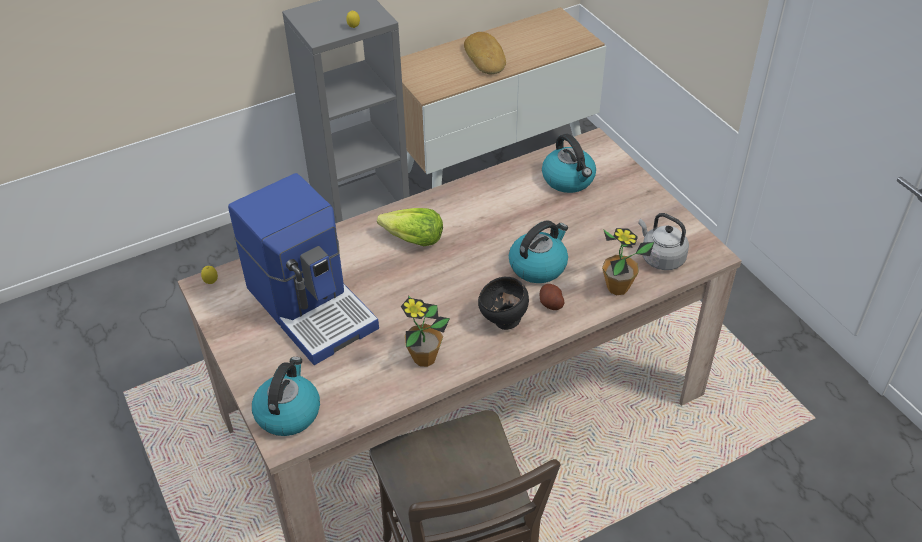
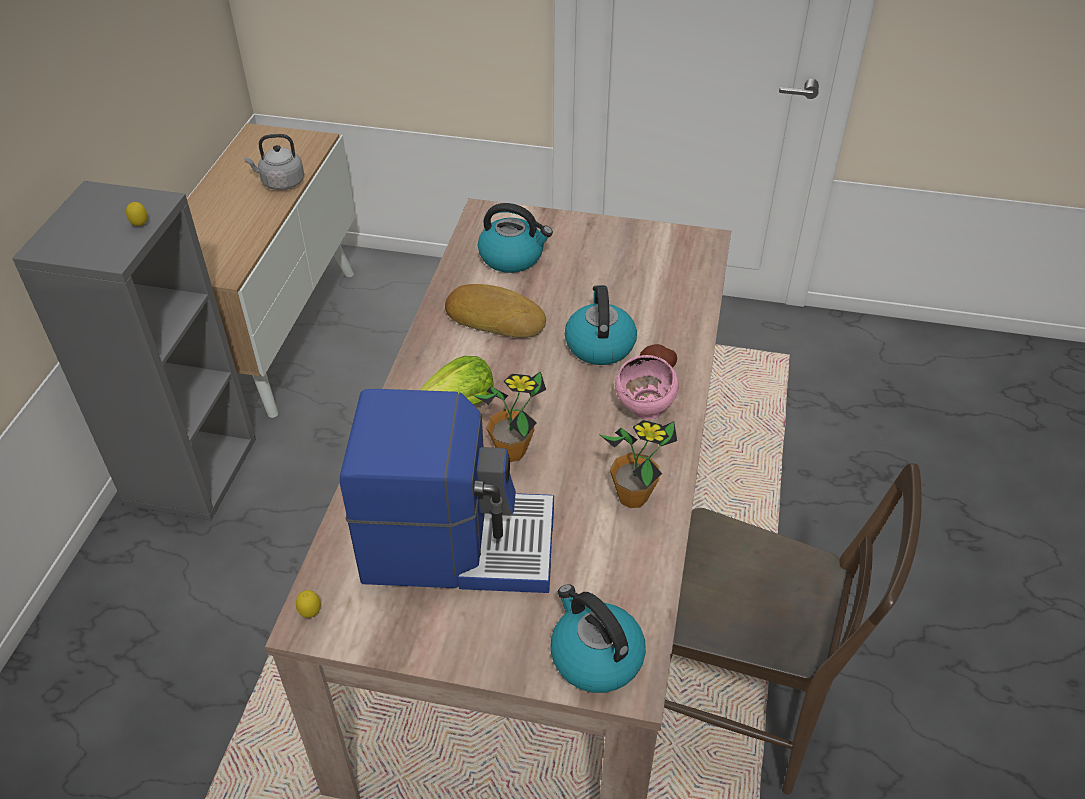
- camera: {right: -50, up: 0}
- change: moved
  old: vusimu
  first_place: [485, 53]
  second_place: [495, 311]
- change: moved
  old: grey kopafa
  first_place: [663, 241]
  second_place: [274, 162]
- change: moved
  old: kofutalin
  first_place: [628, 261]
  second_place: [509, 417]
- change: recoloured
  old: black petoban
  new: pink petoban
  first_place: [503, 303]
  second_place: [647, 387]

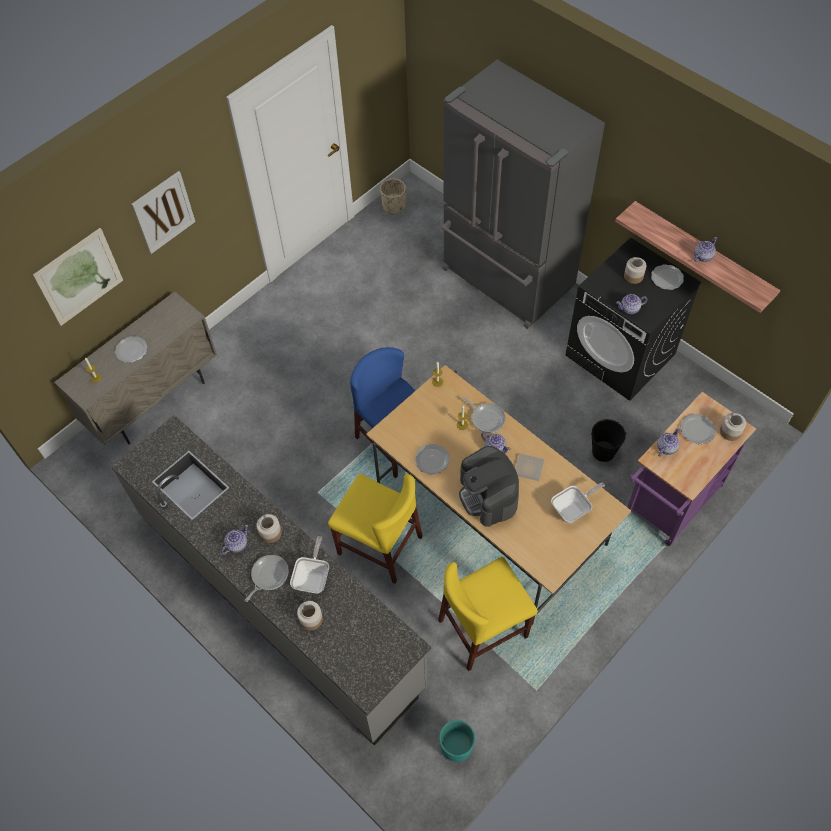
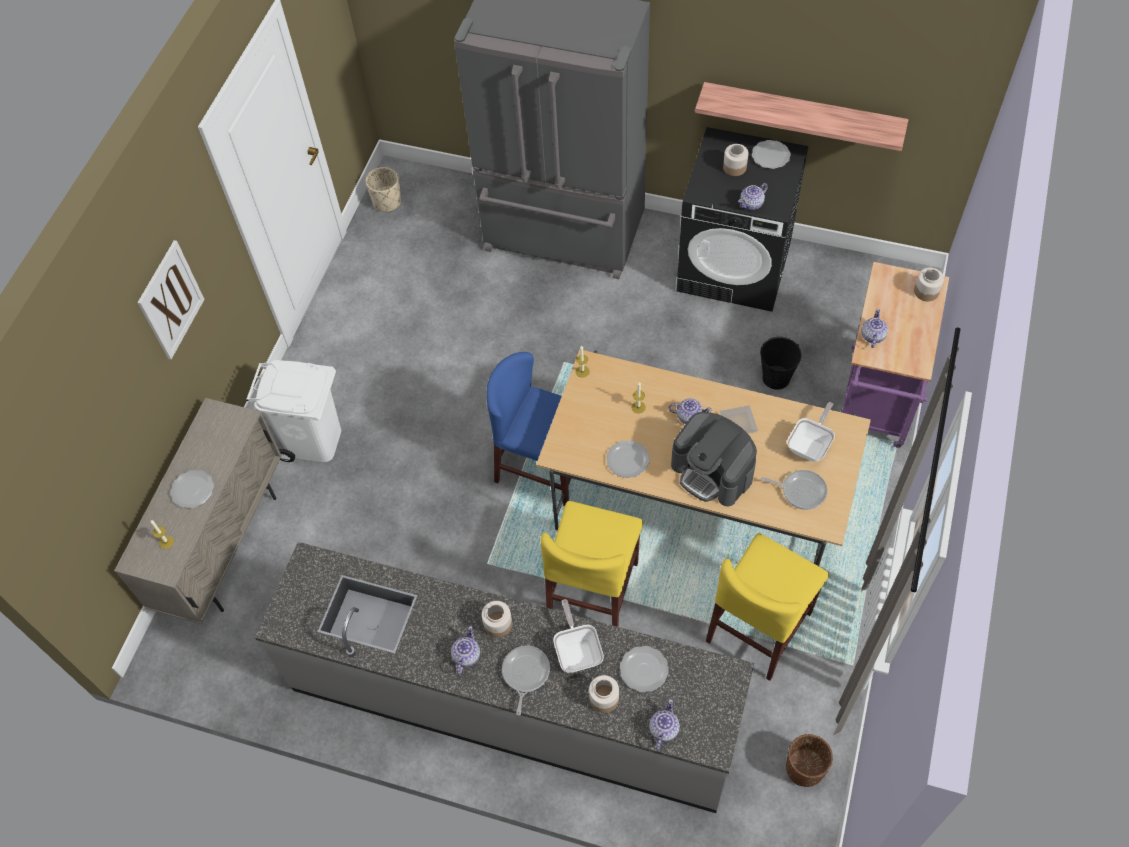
- camera: {right: -25, up: 0}
- change: removed
  old: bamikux
  first_place: [78, 277]
- change: moved
  old: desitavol
  first_place: [705, 249]
  second_place: [664, 724]
- change: moved
  old: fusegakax
  first_place: [484, 415]
  second_place: [794, 490]
- change: moved
  old: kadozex
  first_place: [698, 429]
  second_place: [644, 669]
- change: turned
  old: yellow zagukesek
  first_place: [375, 529]
  second_place: [592, 564]
  degrees: 105
- change: recoloured
  old: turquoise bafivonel
  new: brown bafivonel
  first_place: [457, 741]
  second_place: [809, 760]
- change: added
  new: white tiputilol
  second_place: [293, 411]

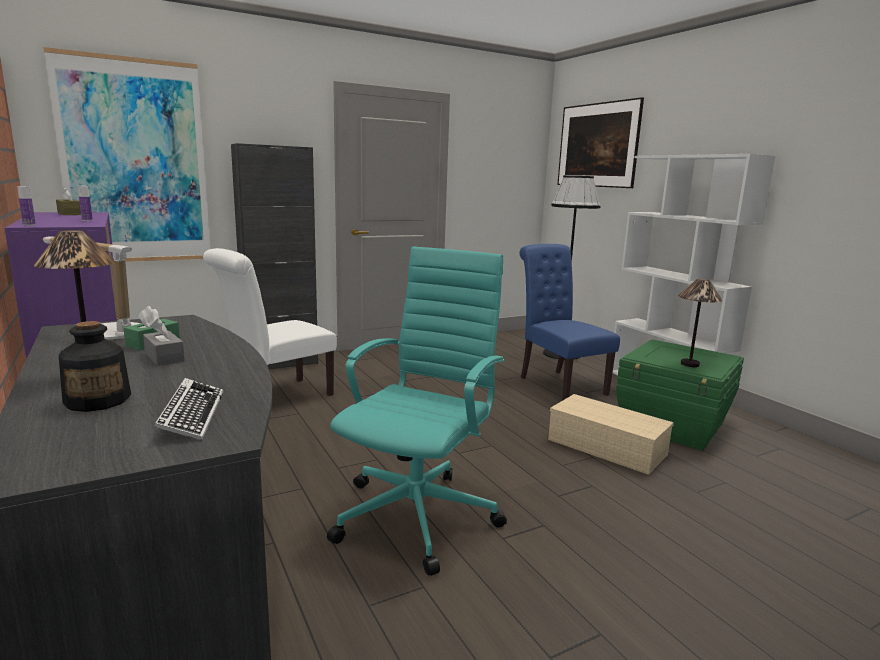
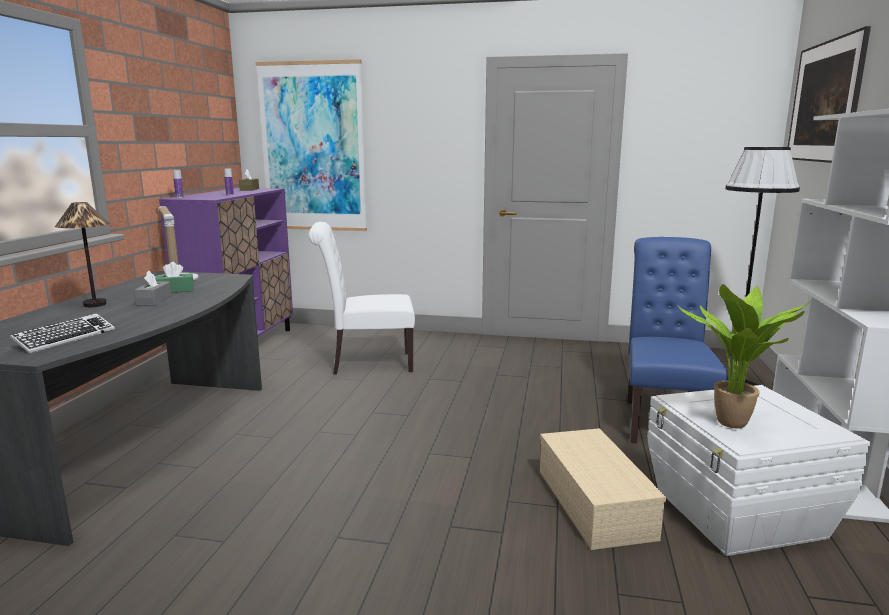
- camera: {right: 40, up: 0}
- change: removed
  old: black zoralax
  first_place: [274, 256]
- change: removed
  old: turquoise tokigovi
  first_place: [417, 411]
- change: replaced
  old: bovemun
  new: kofutalin
  first_place: [700, 323]
  second_place: [744, 356]
- change: removed
  old: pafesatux
  first_place: [95, 366]
- change: recoloured
  old: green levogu
  new: white levogu
  first_place: [680, 395]
  second_place: [758, 470]

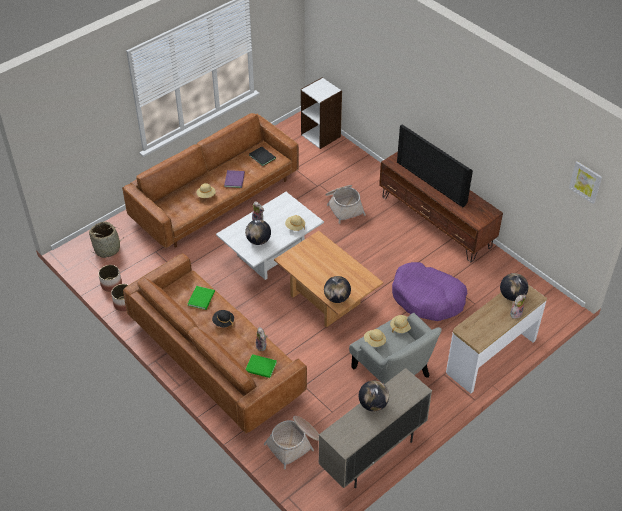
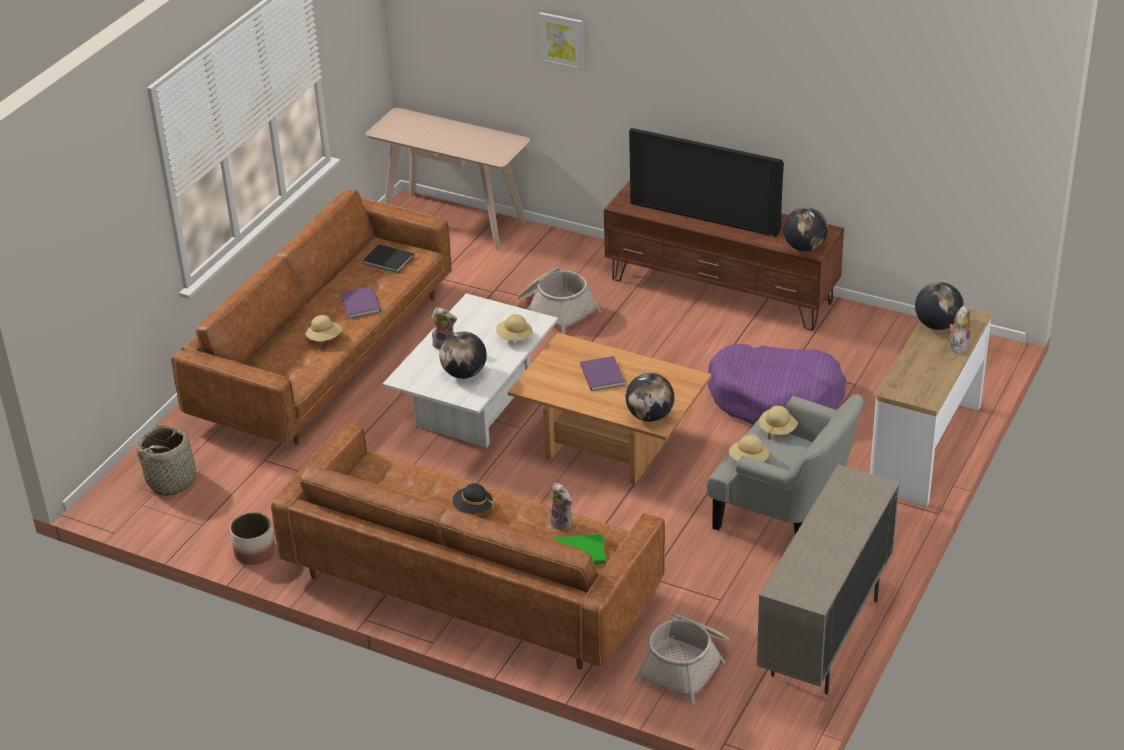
- camera: {right: -20, up: -10}
- change: replaced
  old: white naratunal
  new: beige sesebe
  first_place: [321, 113]
  second_place: [448, 179]
- change: moved
  old: bamikux
  first_place: [585, 182]
  second_place: [561, 41]
- change: removed
  old: bafivonel
  first_place: [110, 278]
- change: removed
  old: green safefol
  first_place: [201, 298]
- change: moved
  old: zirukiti
  first_place: [374, 396]
  second_place: [805, 229]
- change: added
  new: purple safefol
  second_place: [602, 373]

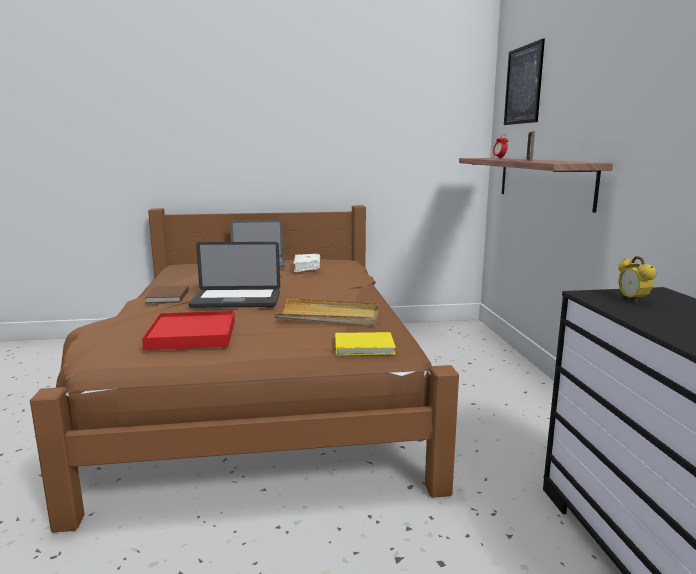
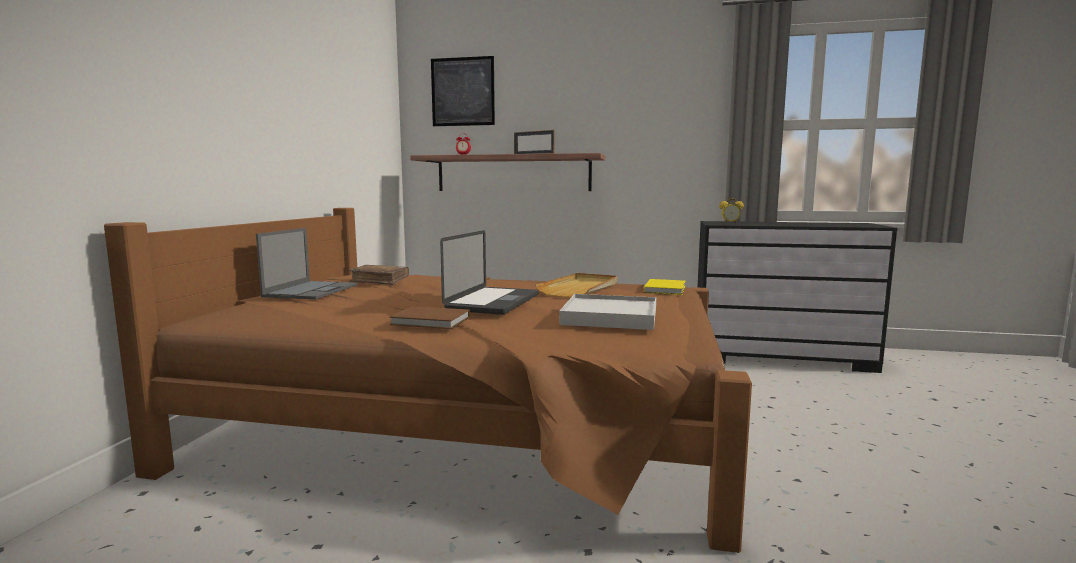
- camera: {right: -70, up: -5}
- change: recoloured
  old: white safefol
  new: brown safefol
  first_place: [306, 263]
  second_place: [379, 275]
- change: recoloured
  old: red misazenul
  new: white misazenul
  first_place: [188, 330]
  second_place: [607, 312]

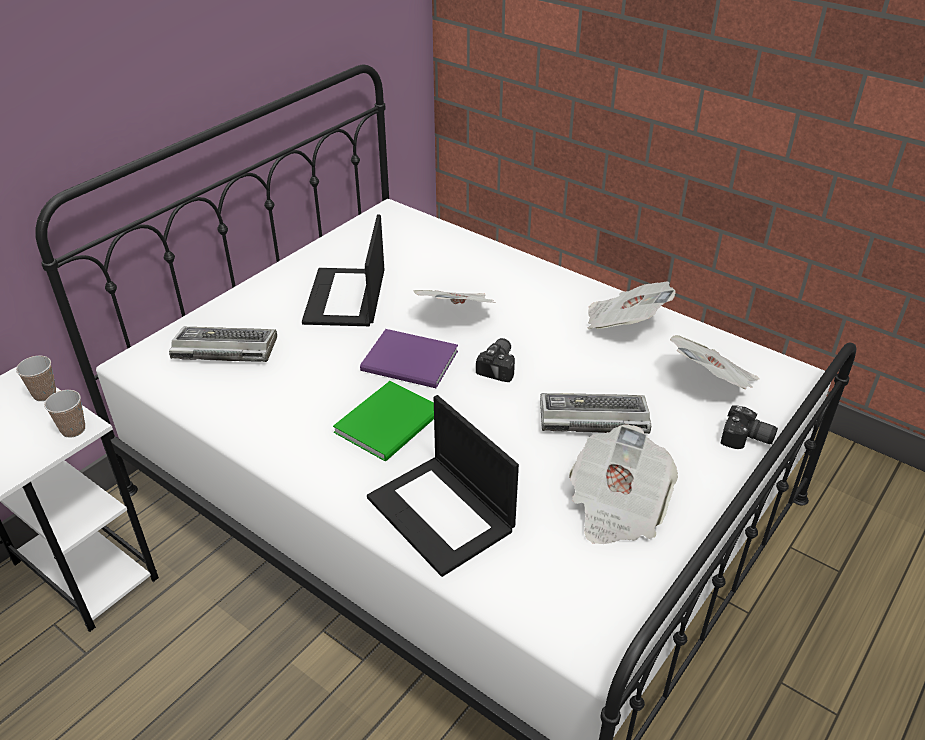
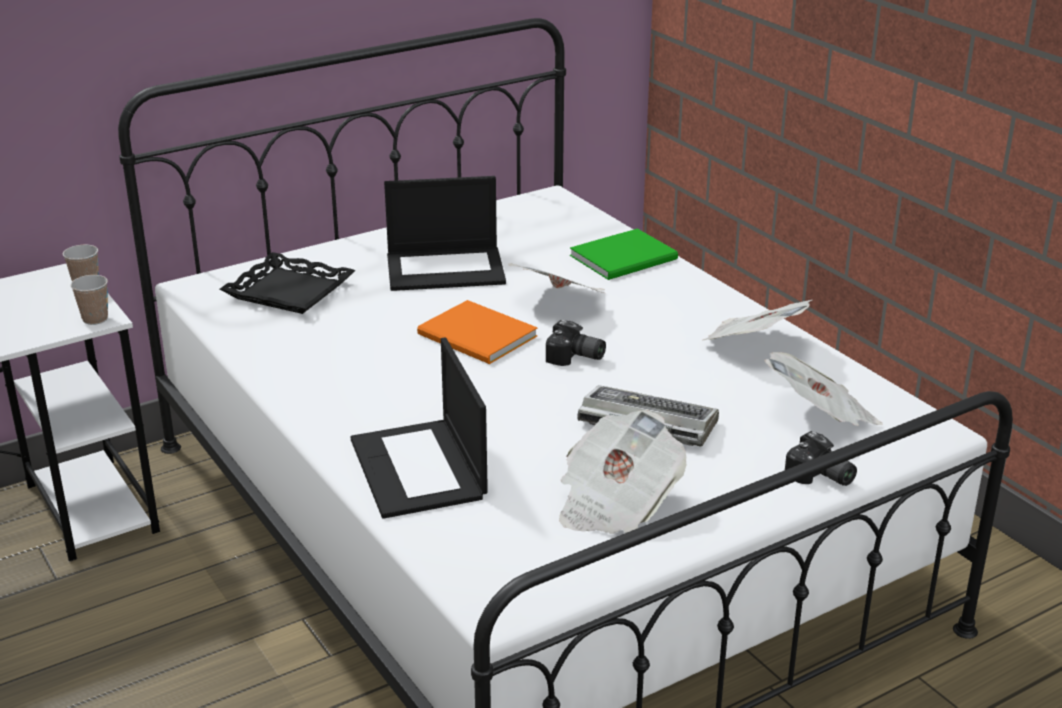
- camera: {right: 20, up: -10}
- change: turned
  old: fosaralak
  first_place: [343, 270]
  second_place: [445, 233]
  degrees: -120
- change: replaced
  old: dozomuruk
  new: black misazenul
  first_place: [223, 344]
  second_place: [288, 283]
- change: recoloured
  old: purple safefol
  new: orange safefol
  first_place: [409, 358]
  second_place: [477, 332]
- change: turned
  old: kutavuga
  first_place: [495, 360]
  second_place: [576, 343]
  degrees: 75
- change: moved
  old: green safefol
  first_place: [383, 421]
  second_place: [624, 254]

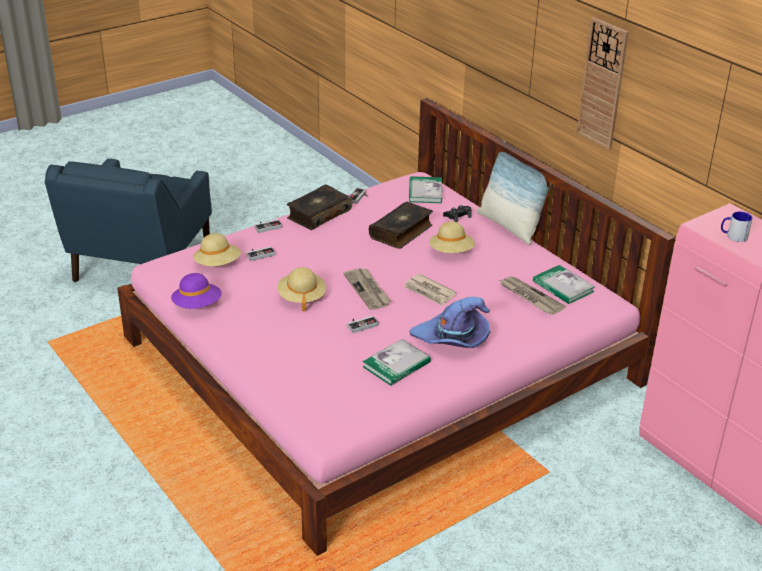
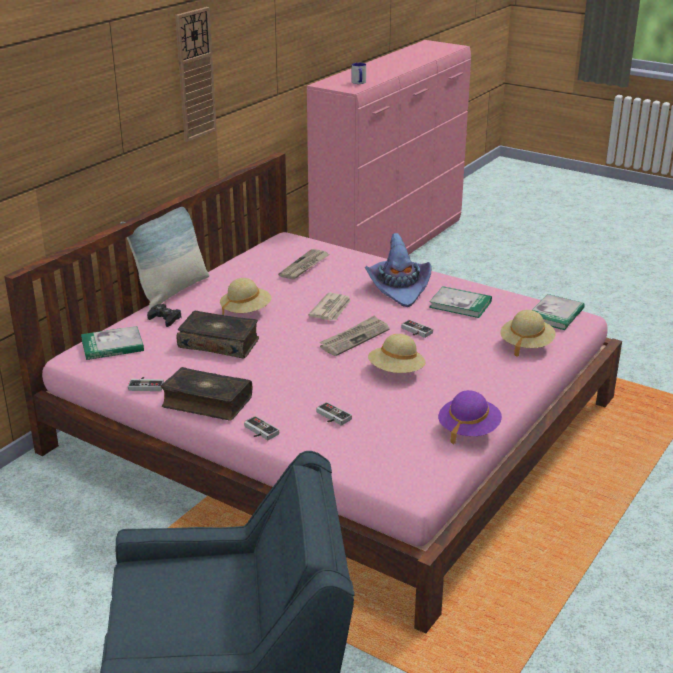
- camera: {right: -110, up: -5}
- change: moved
  old: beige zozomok
  first_place: [217, 249]
  second_place: [527, 333]
- change: moved
  old: safefol
  first_place: [564, 284]
  second_place: [558, 312]

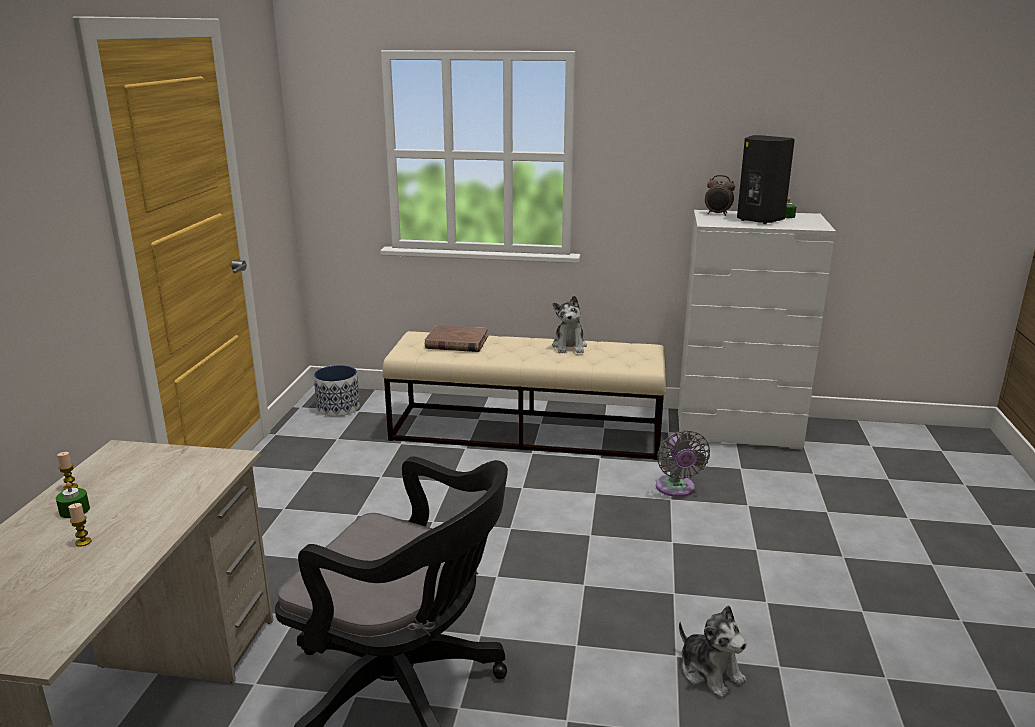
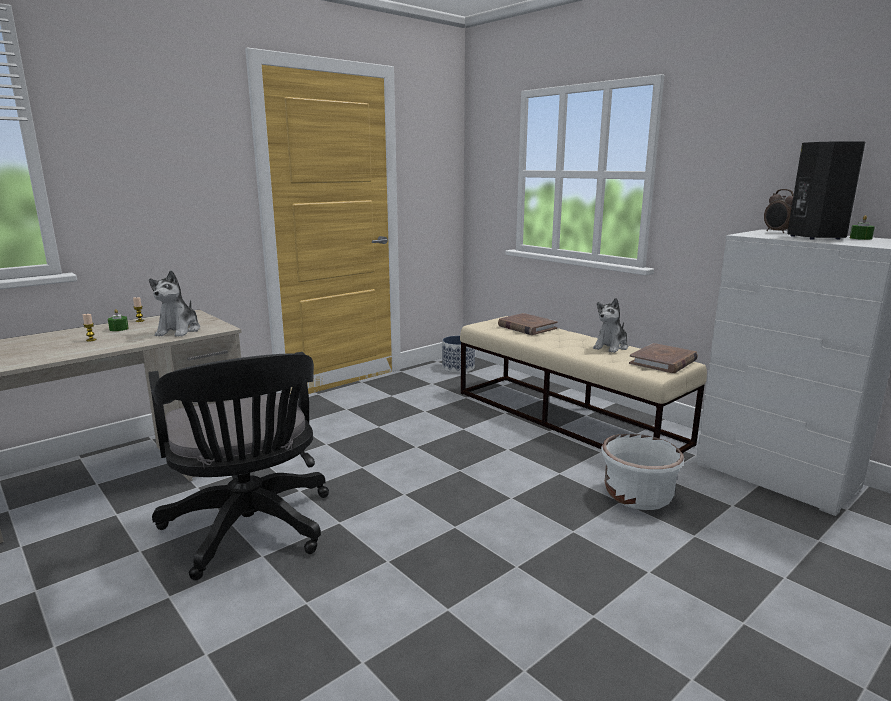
- camera: {right: 40, up: -5}
- change: replaced
  old: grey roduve
  new: white bafivonel
  first_place: [683, 463]
  second_place: [642, 472]
- change: moved
  old: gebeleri
  first_place: [713, 651]
  second_place: [174, 303]
- change: added
  new: brown safefol
  second_place: [663, 358]

